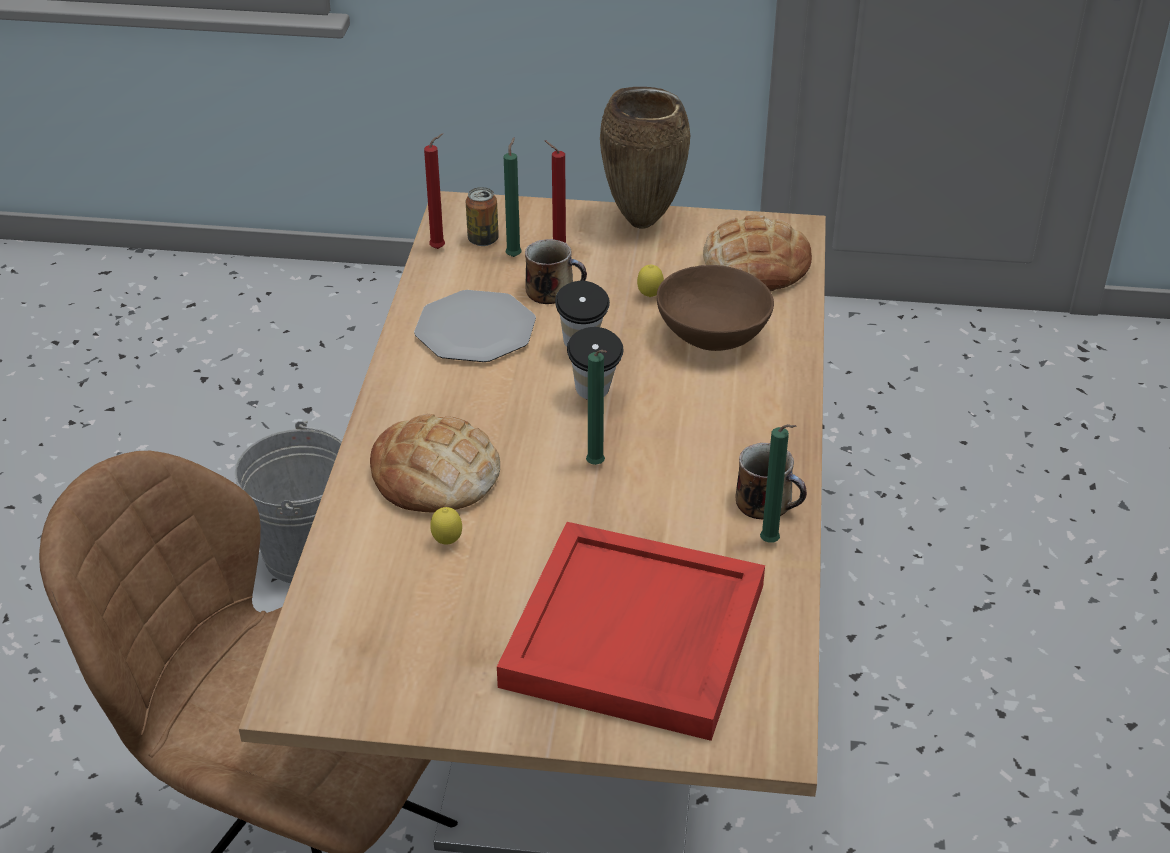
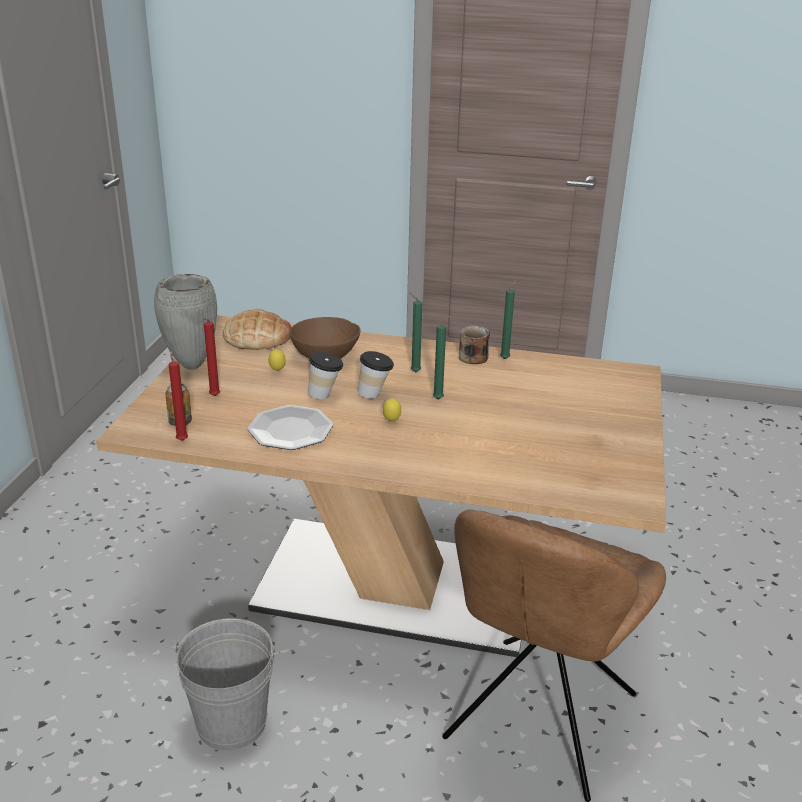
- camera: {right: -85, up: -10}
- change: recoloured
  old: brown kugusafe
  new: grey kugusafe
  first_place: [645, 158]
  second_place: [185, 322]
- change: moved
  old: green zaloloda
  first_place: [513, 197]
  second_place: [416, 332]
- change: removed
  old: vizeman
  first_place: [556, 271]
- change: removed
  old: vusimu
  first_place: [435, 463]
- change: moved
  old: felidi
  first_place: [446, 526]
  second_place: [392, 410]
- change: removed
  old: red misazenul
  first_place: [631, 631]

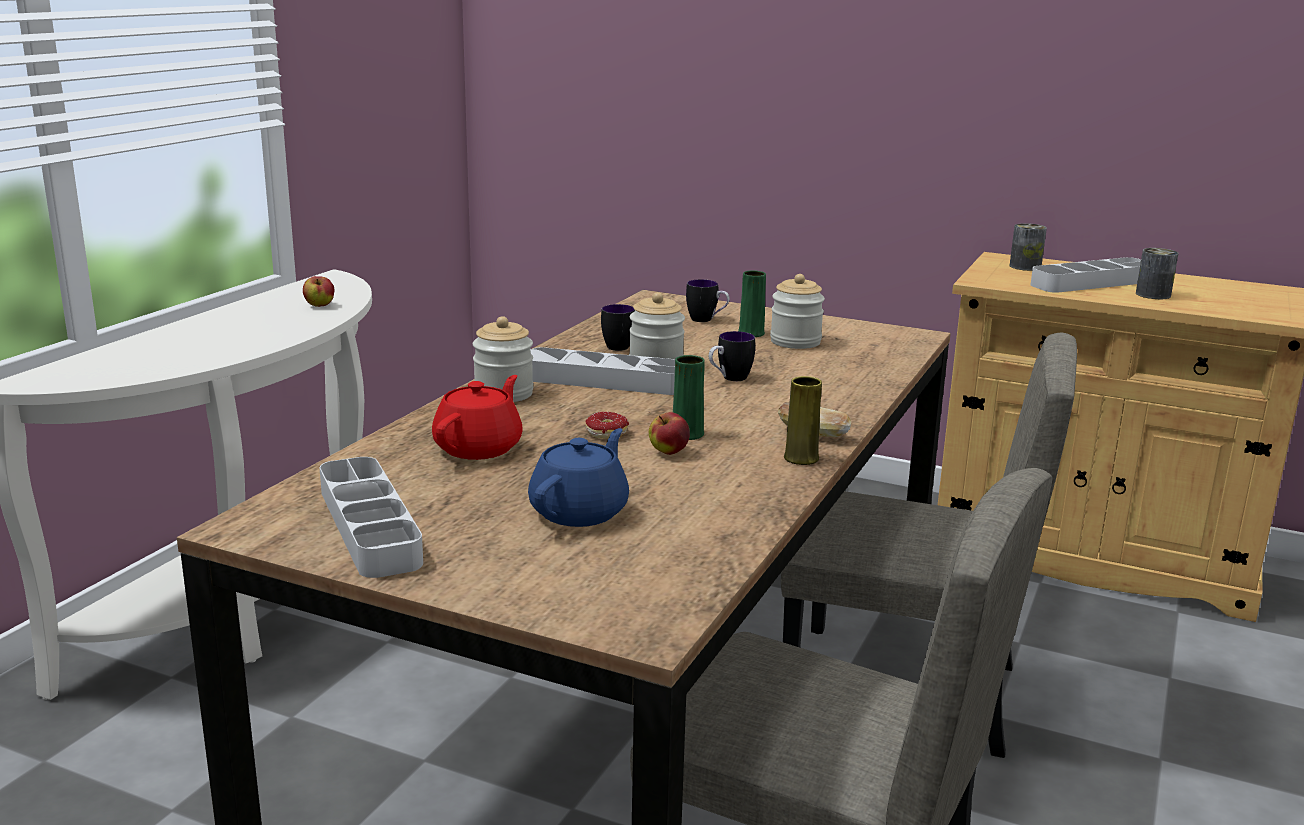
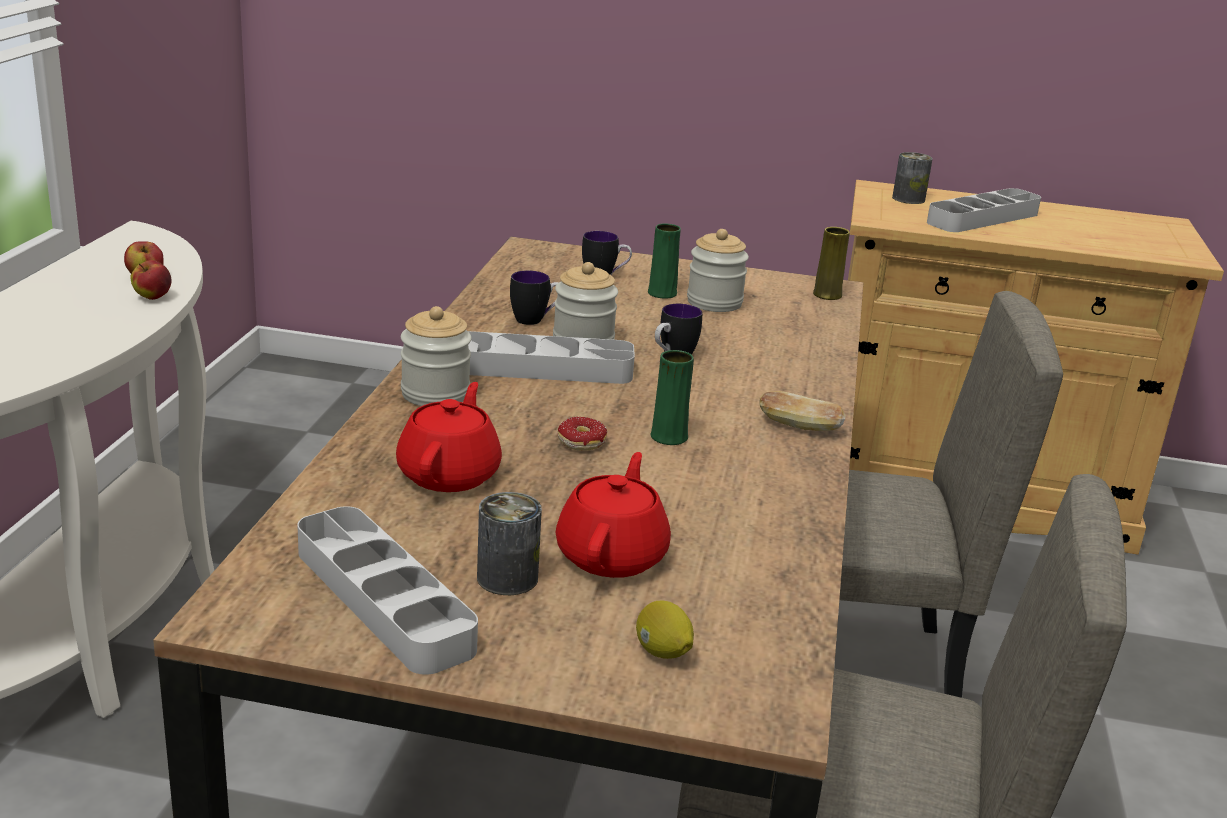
- camera: {right: -15, up: 5}
- change: moved
  old: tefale
  first_place: [1157, 273]
  second_place: [509, 543]
- change: moved
  old: yellow kugusafe
  first_place: [803, 420]
  second_place: [831, 263]
- change: moved
  old: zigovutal
  first_place: [669, 433]
  second_place: [151, 280]
- change: recoloured
  old: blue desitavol
  new: red desitavol
  first_place: [578, 477]
  second_place: [613, 515]
- change: added
  new: felidi
  second_place: [665, 629]

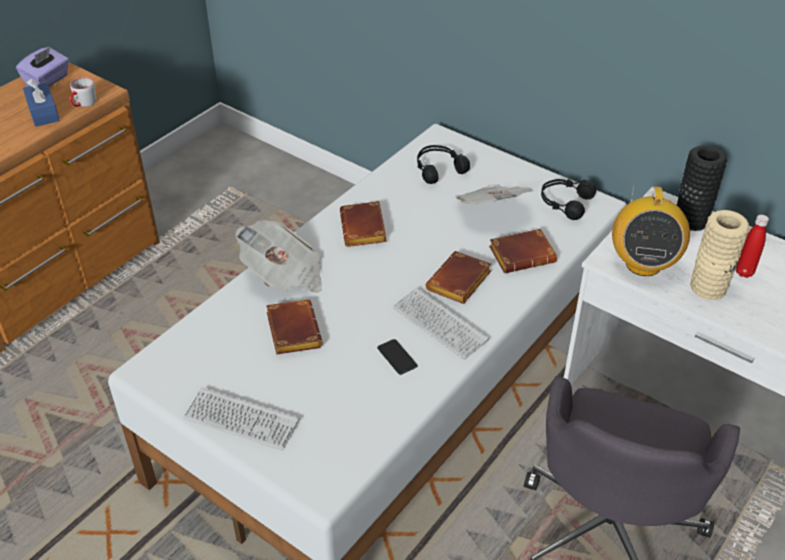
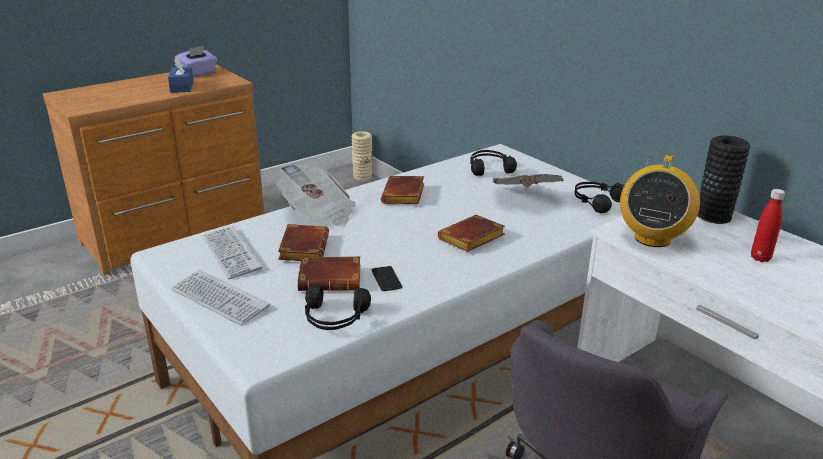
- camera: {right: 15, up: -15}
- change: removed
  old: grey vizeman
  first_place: [83, 92]
- change: moved
  old: beige kugusafe
  first_place: [719, 255]
  second_place: [362, 156]
- change: moved
  old: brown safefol
  first_place: [523, 251]
  second_place: [328, 273]
- change: moved
  old: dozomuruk
  first_place: [441, 324]
  second_place: [232, 252]
- change: added
  new: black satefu
  second_place: [338, 307]

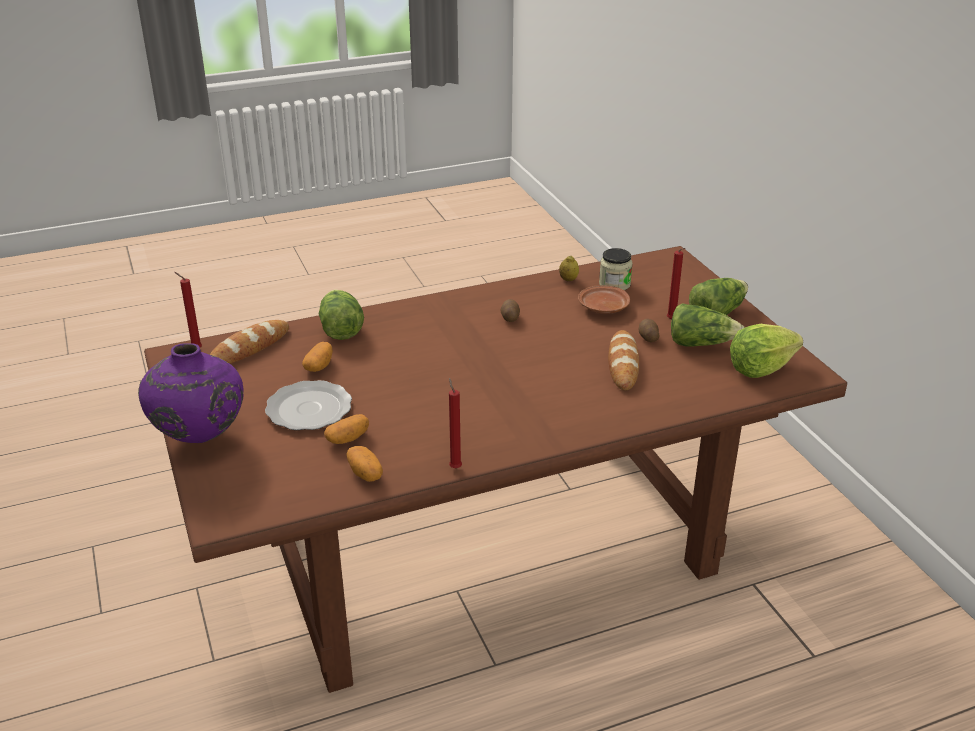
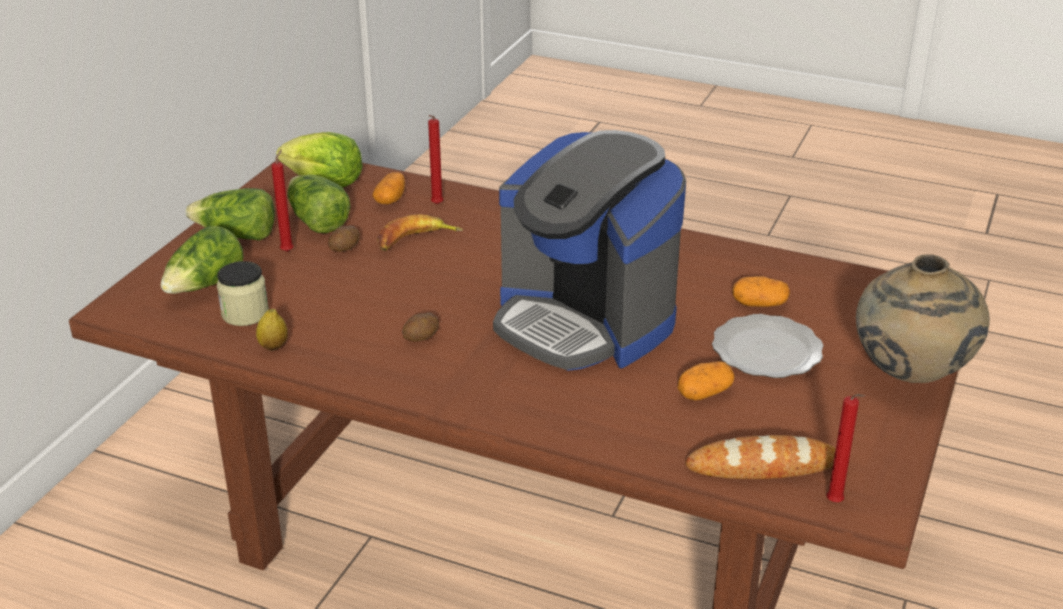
- camera: {right: -135, up: 0}
- change: removed
  old: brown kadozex
  first_place: [604, 299]
- change: moved
  old: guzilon
  first_place: [341, 315]
  second_place: [202, 260]
- change: replaced
  old: vusimu
  new: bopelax
  first_place: [623, 360]
  second_place: [420, 232]
- change: recoloured
  old: purple kugusafe
  new: beige kugusafe
  first_place: [191, 393]
  second_place: [923, 319]
- change: moved
  old: red zaloloda
  first_place: [455, 423]
  second_place: [436, 160]
- change: moved
  old: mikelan
  first_place: [364, 464]
  second_place: [388, 188]
- change: added
  new: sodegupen
  second_place: [589, 250]

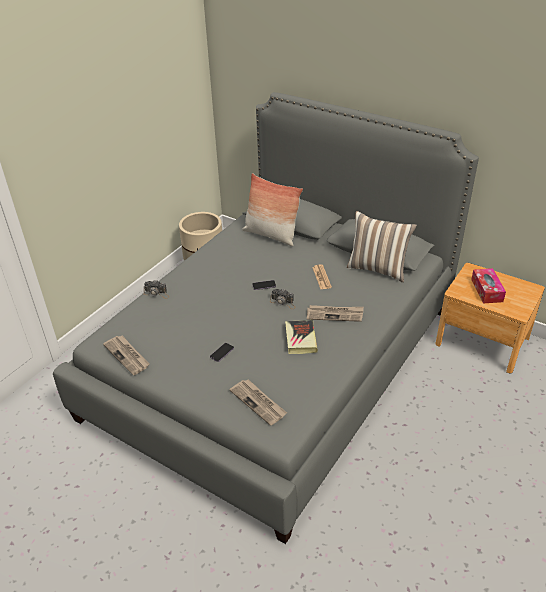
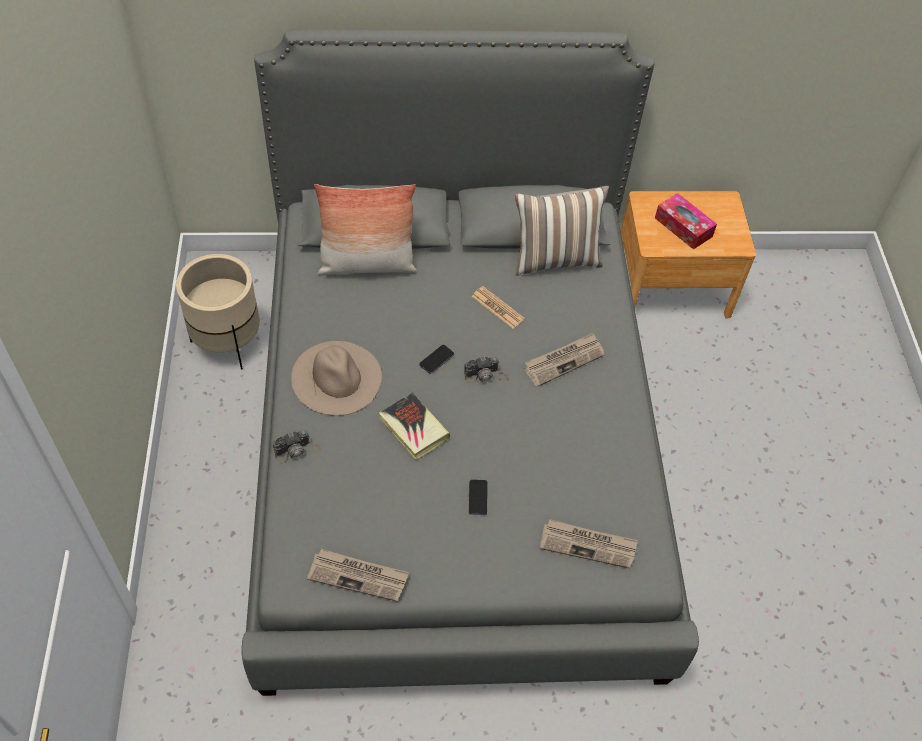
- camera: {right: -40, up: 15}
- change: moved
  old: safefol
  first_place: [301, 337]
  second_place: [414, 426]
- change: added
  new: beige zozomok
  second_place: [336, 378]

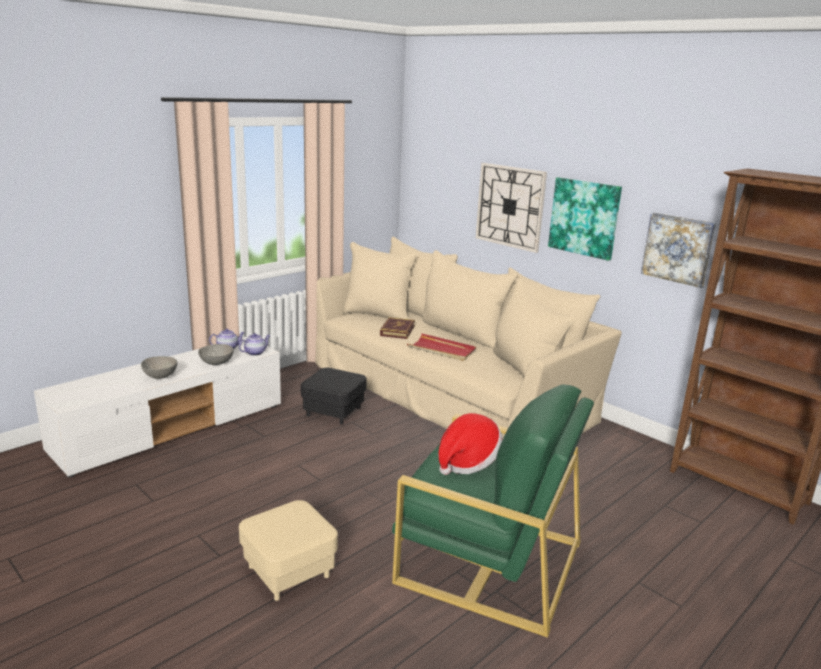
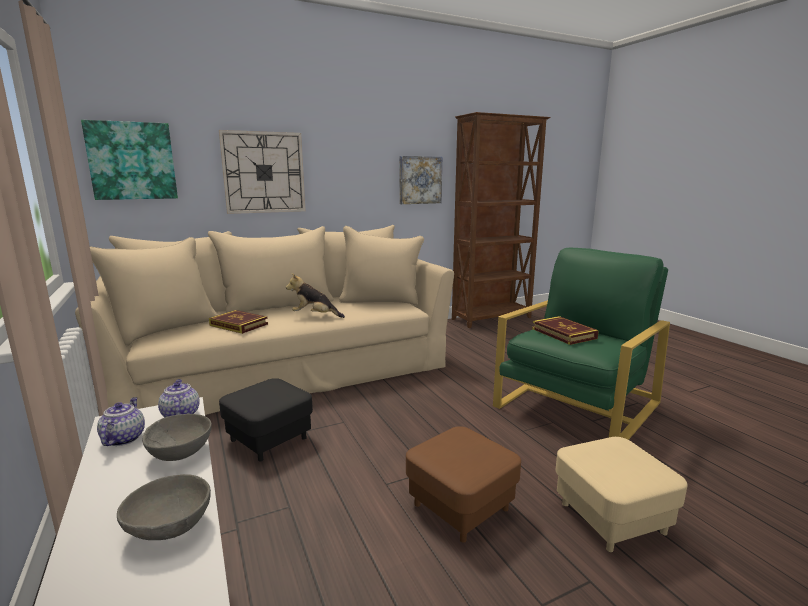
- camera: {right: -70, up: -5}
- change: moved
  old: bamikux
  first_place: [585, 219]
  second_place: [129, 160]
- change: replaced
  old: red misazenul
  new: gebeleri
  first_place: [441, 347]
  second_place: [315, 295]
- change: replaced
  old: zozomok
  new: safefol
  first_place: [471, 444]
  second_place: [565, 330]
- change: added
  new: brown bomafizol
  second_place: [463, 484]

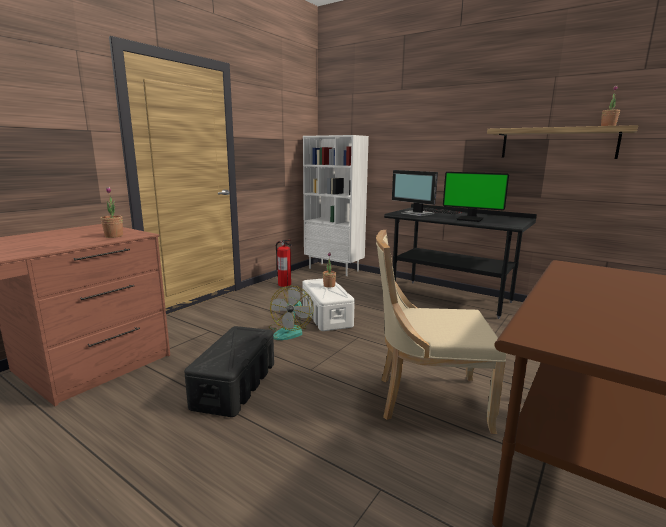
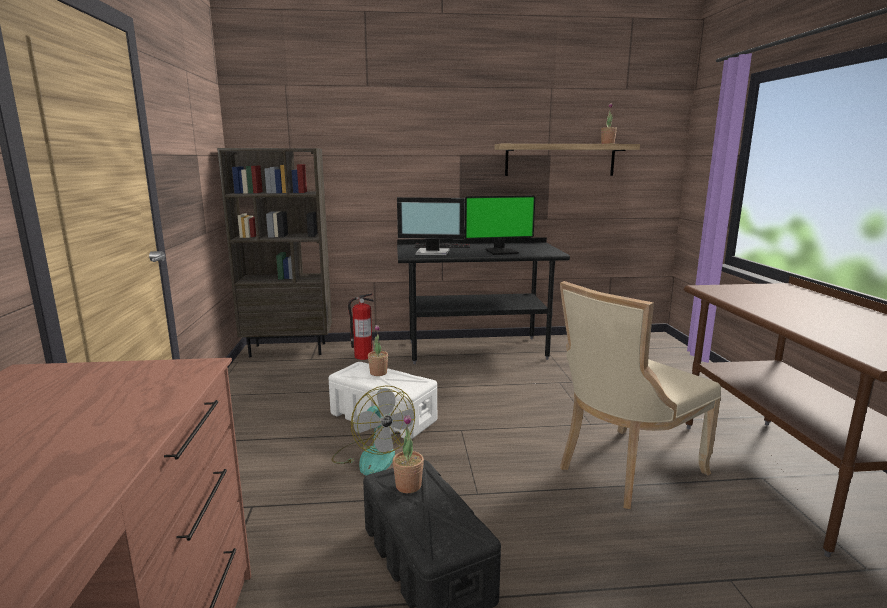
- camera: {right: -40, up: 0}
- change: recoloured
  old: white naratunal
  new: brown naratunal
  first_place: [336, 205]
  second_place: [274, 252]
- change: moved
  old: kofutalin
  first_place: [112, 212]
  second_place: [408, 454]
- change: moved
  old: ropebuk
  first_place: [284, 263]
  second_place: [361, 326]

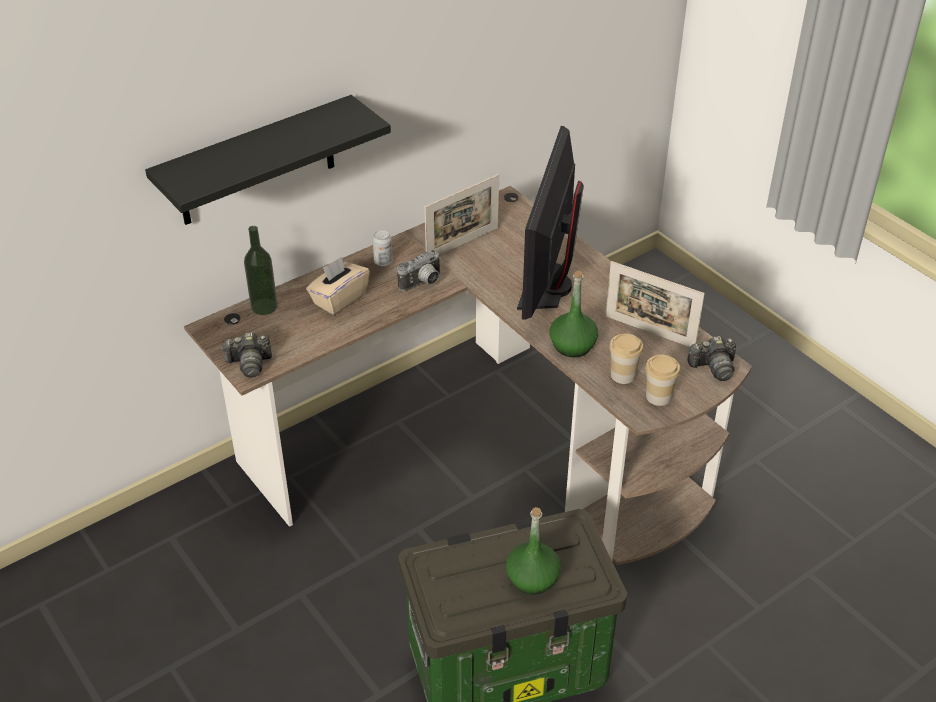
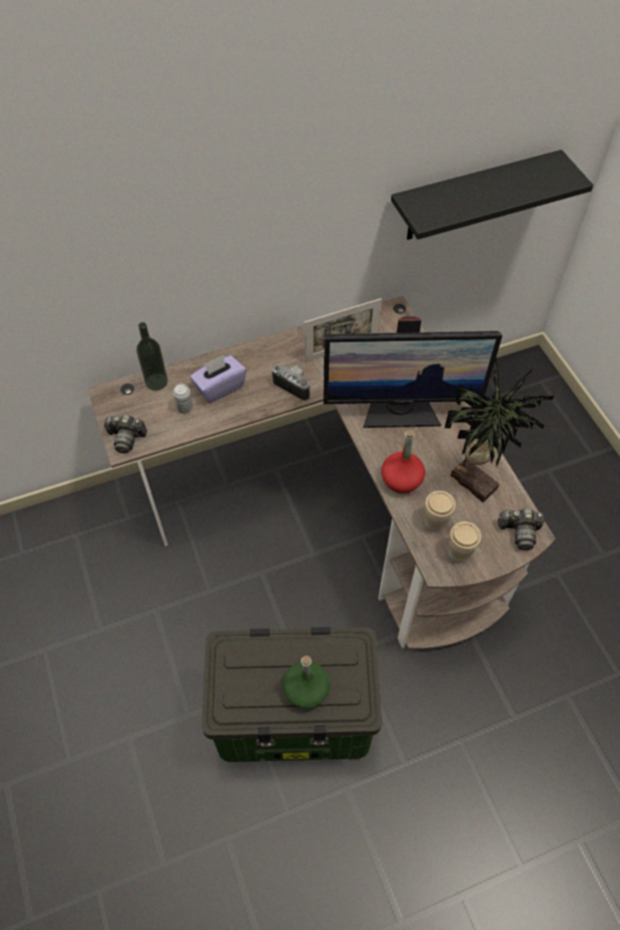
- camera: {right: 15, up: 15}
- change: moved
  old: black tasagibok
  first_place: [268, 160]
  second_place: [492, 195]
- change: turned
  old: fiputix
  first_place: [550, 223]
  second_place: [412, 372]
  degrees: -120
- change: moved
  old: tefale
  first_place: [382, 248]
  second_place: [183, 398]
- change: turned
  old: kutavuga
  first_place: [419, 270]
  second_place: [291, 383]
  degrees: -120
- change: recoloured
  old: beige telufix
  new: purple telufix
  first_place: [338, 285]
  second_place: [218, 379]
- change: replaced
  old: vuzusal
  new: kofutalin
  first_place: [655, 304]
  second_place: [499, 429]
- change: recoloured
  old: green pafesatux
  new: red pafesatux
  first_place: [574, 314]
  second_place: [403, 461]

